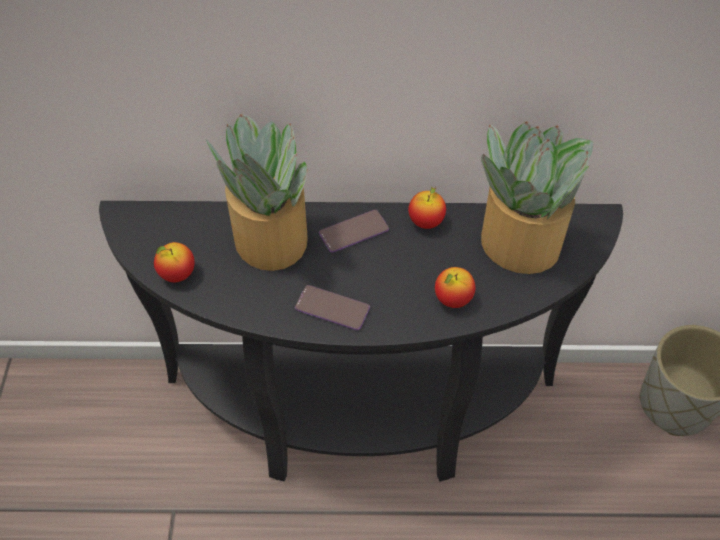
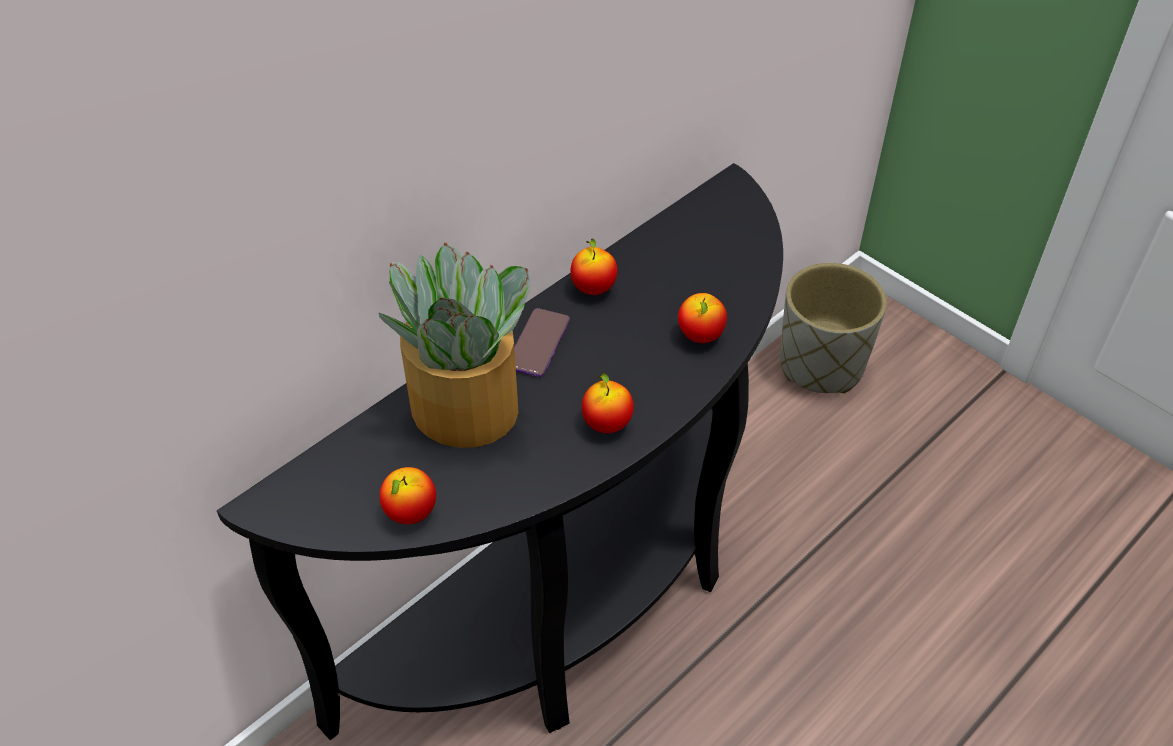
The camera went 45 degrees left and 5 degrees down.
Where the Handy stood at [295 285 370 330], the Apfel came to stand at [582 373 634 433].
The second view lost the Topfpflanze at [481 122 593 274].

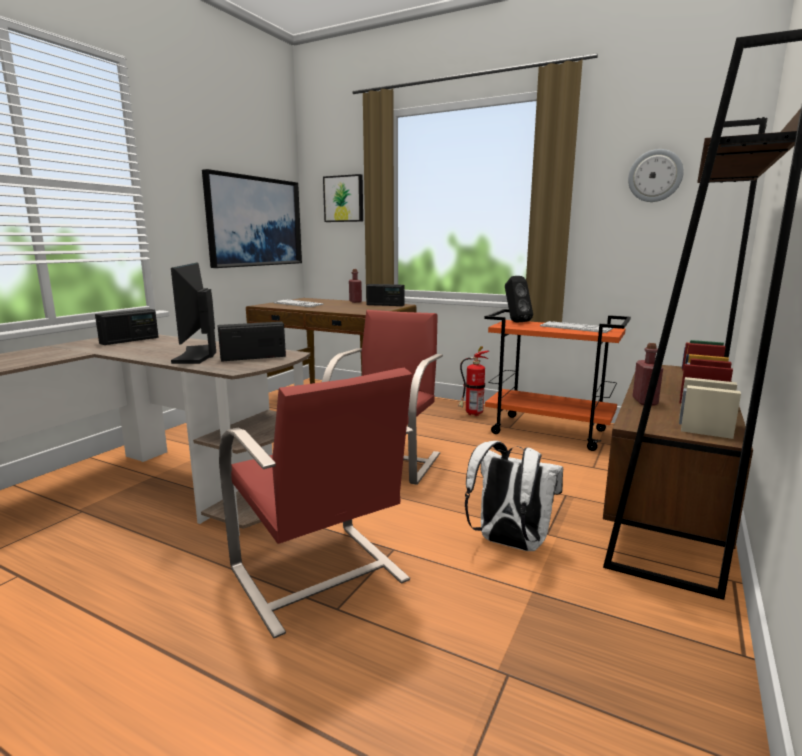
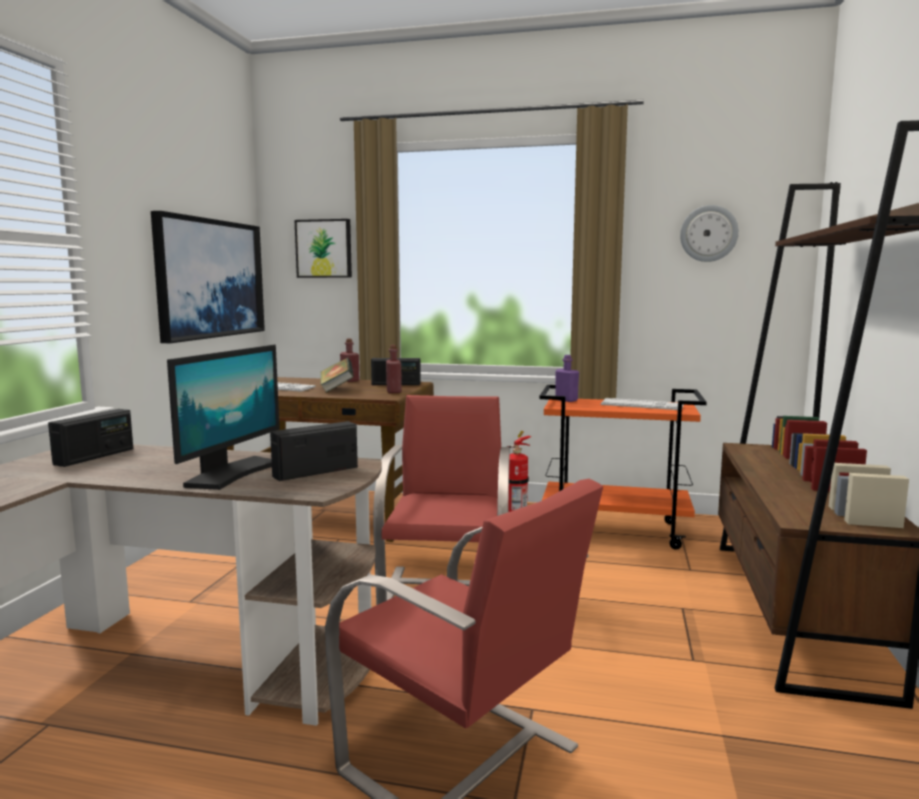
The camera went 15 degrees left and 5 degrees down.
The Monitor at [171 263 216 364] ended up facing another way, 135 degrees counterclockwise from before.
The second view gained the Buch at [321 358 354 393].
The Flasche/rot ended up elsewhere, having gone from [633 343 663 406] to [386 345 402 393].
Where the Lautsprecher/schwarz stood at [505 276 533 323], the Flasche/lila came to stand at [555 355 579 402].
The second view lost the Rucksack/weiß at [465 441 563 551].

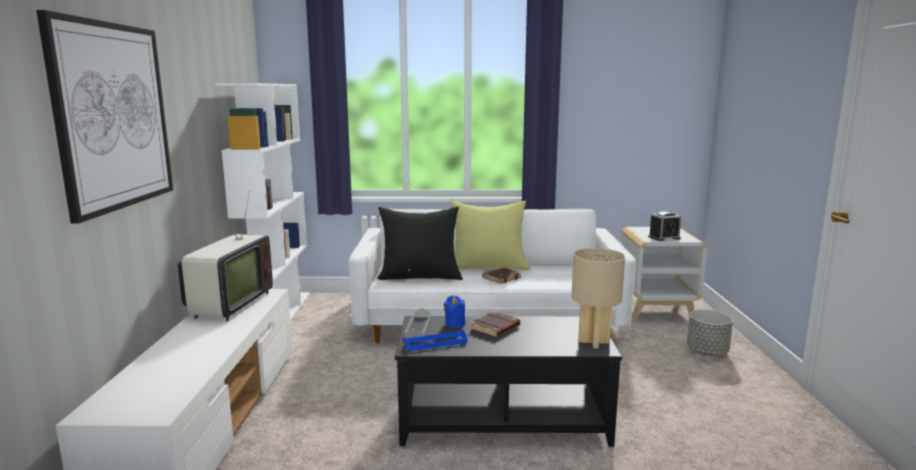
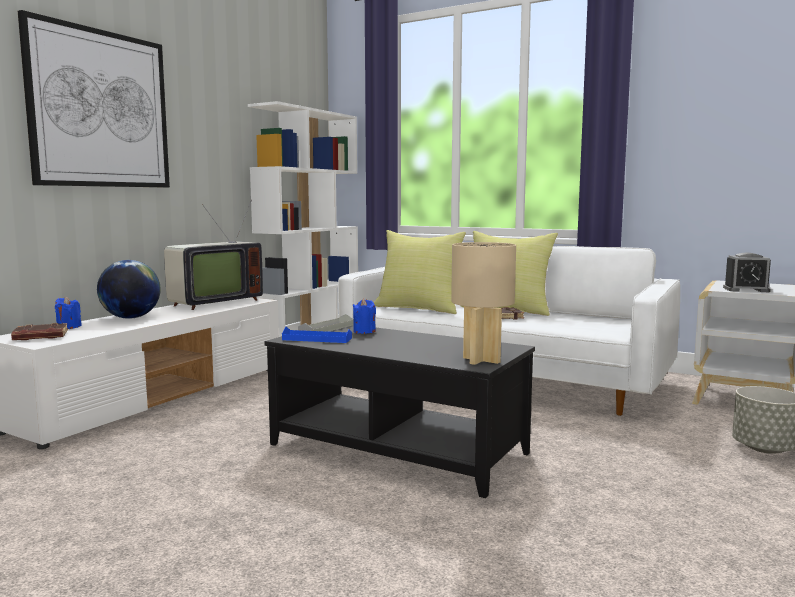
The camera went 30 degrees right and 5 degrees down.
The Buch/braun ended up elsewhere, having gone from [470 312 520 337] to [11 323 68 340].
The second view gained the Kerze/blau at [55 297 82 329].
The second view gained the Globus at [97 260 161 319].
What was the Kissen/schwarz at [377 207 463 280] turned into the Kissen/gelb at [374 230 466 314].

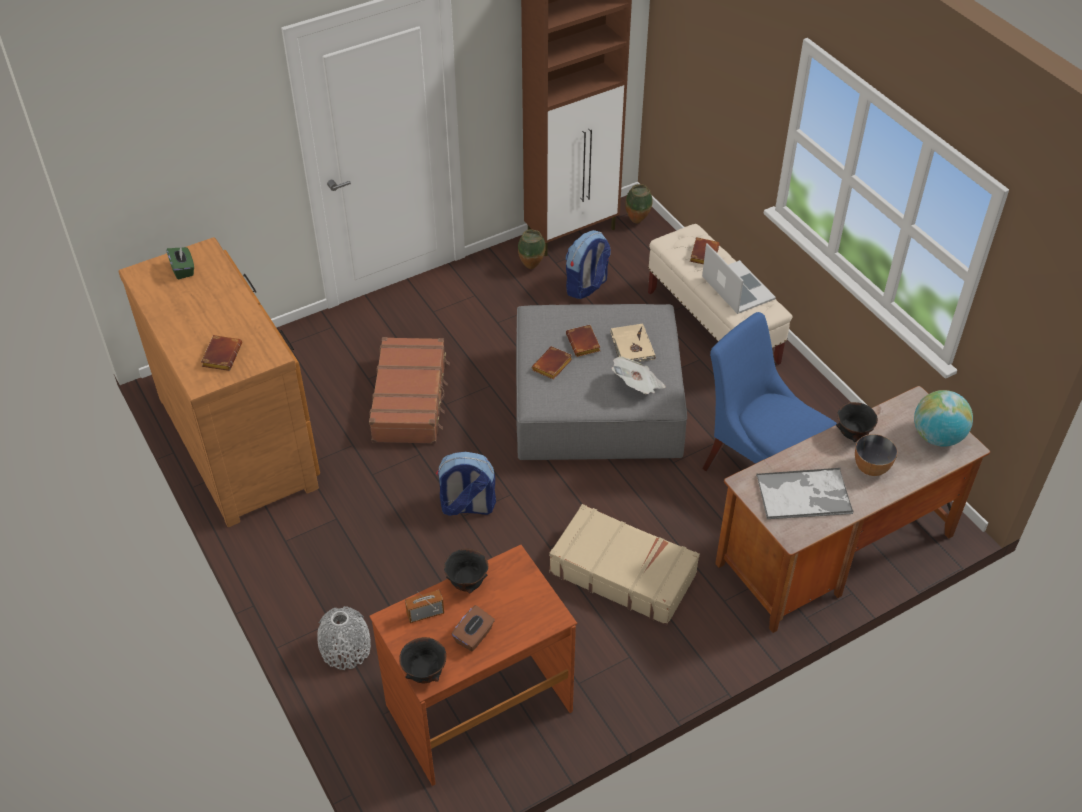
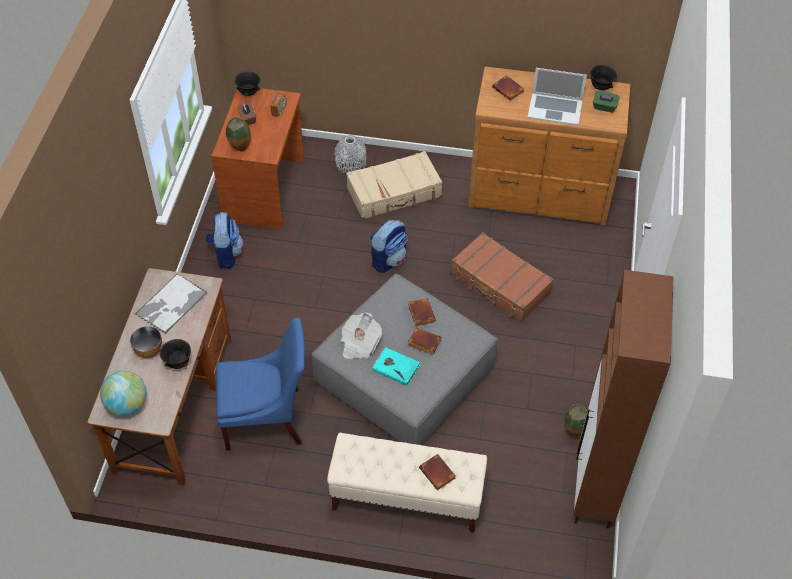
The camera went 130 degrees right and 5 degrees up.
The Rucksack ended up elsewhere, having gone from [565 230 611 299] to [206 212 244 269].
The Vase ended up elsewhere, having gone from [625 184 653 224] to [226 117 251 152].
The Koffer/beige ended up elsewhere, having gone from [549 504 700 626] to [346 151 443 219].
What was the Buch/beige at [610 323 656 362] turned into the Buch/türkis at [372 347 421 386].
The Laptop ended up elsewhere, having gone from [702 243 776 314] to [528 68 587 126].
The Schüssel/schwarz ended up elsewhere, having gone from [444 549 488 593] to [590 65 617 90].

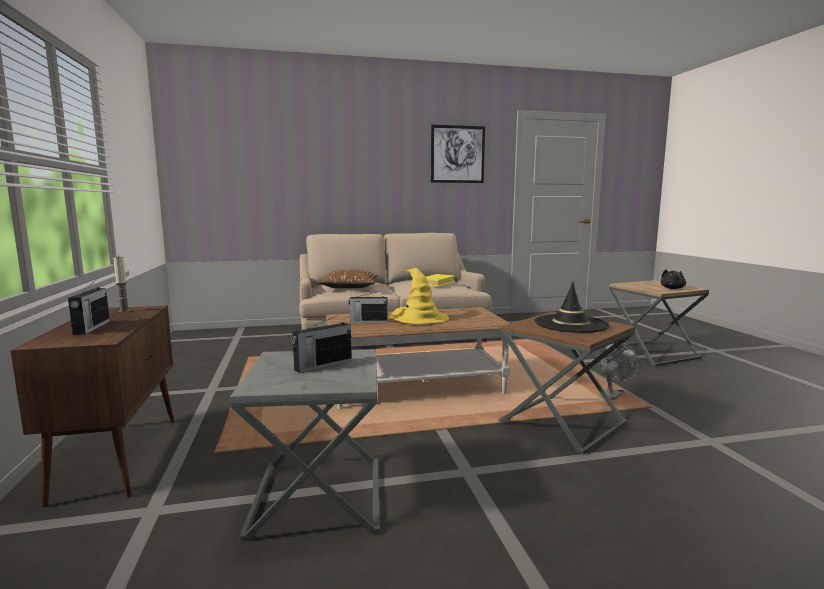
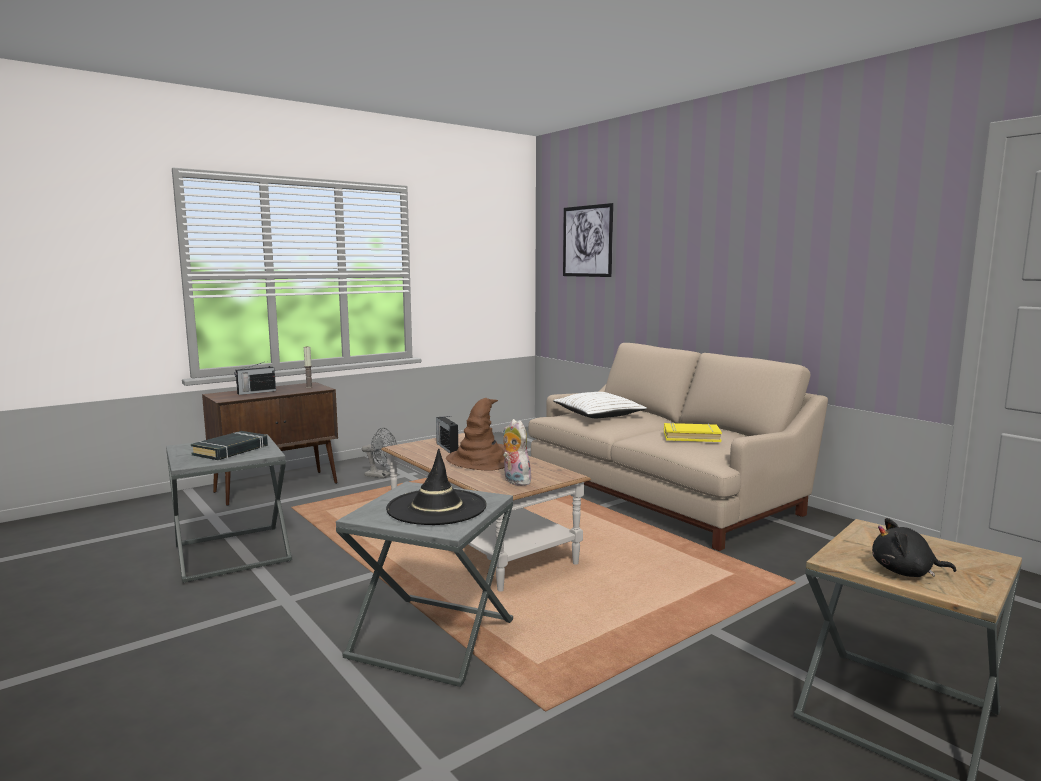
The camera went 65 degrees right and 0 degrees up.
Where the Radio stood at [291 315 352 373], the Buch/schwarz came to stand at [191 431 268 460].
What was the Beistelltisch/braun at [499 312 635 454] turned into the Beistelltisch/grau at [336 482 513 687].
The Ventilator/grau ended up elsewhere, having gone from [597 343 641 401] to [362 427 397 478].
What was the Hut/gelb at [390 268 449 324] turned into the Hut/braun at [446 398 505 470].
The second view gained the Plüschtier at [503 419 531 486].
What was the Kissen/braun at [317 270 378 288] turned into the Kissen/weiß at [553 392 647 418].
The Bild ended up elsewhere, having gone from [431 125 485 183] to [563 203 613 277].

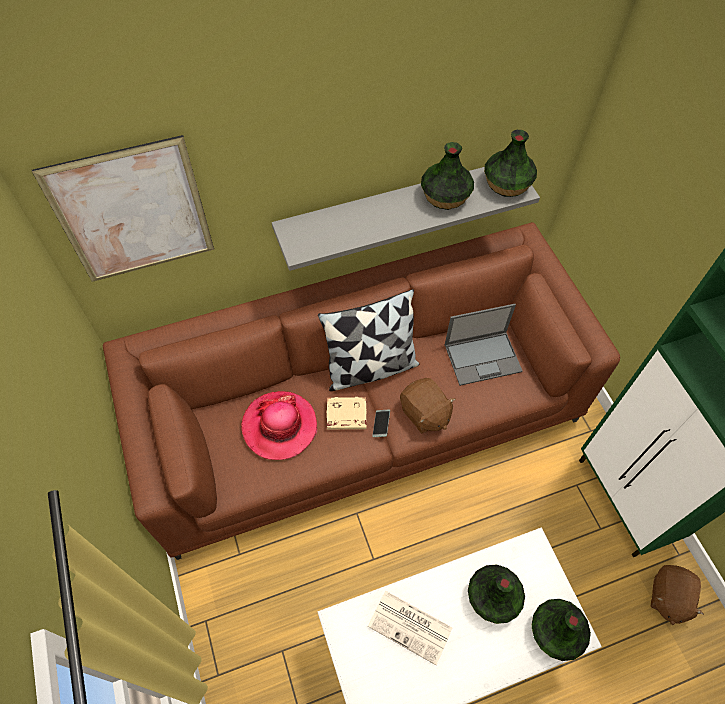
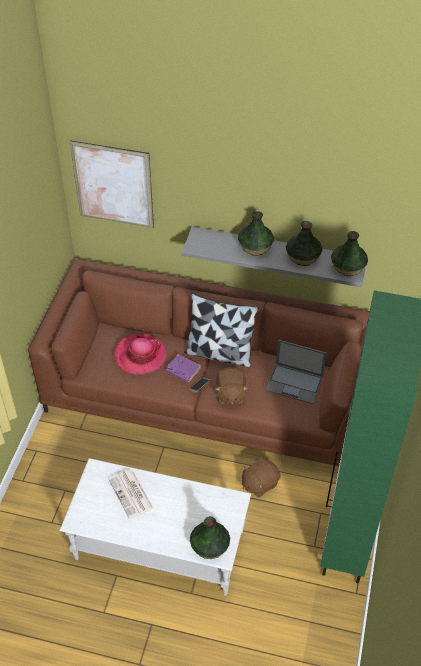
The camera went 35 degrees right and 10 degrees down.
What was the Buch/beige at [327 397 366 430] turned into the Buch/lila at [165 354 201 383].
The Vase ended up elsewhere, having gone from [468 564 525 624] to [238 211 274 256].
The Plüschtier/braun ended up elsewhere, having gone from [651 565 704 625] to [242 458 281 498].

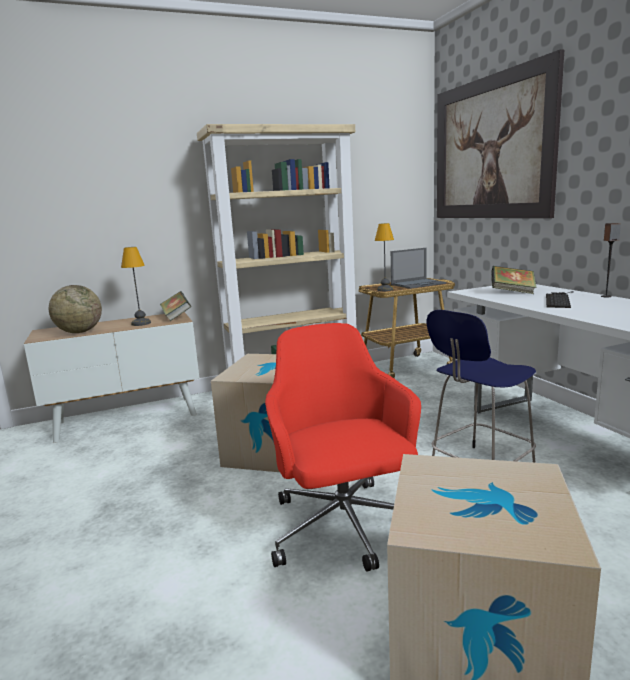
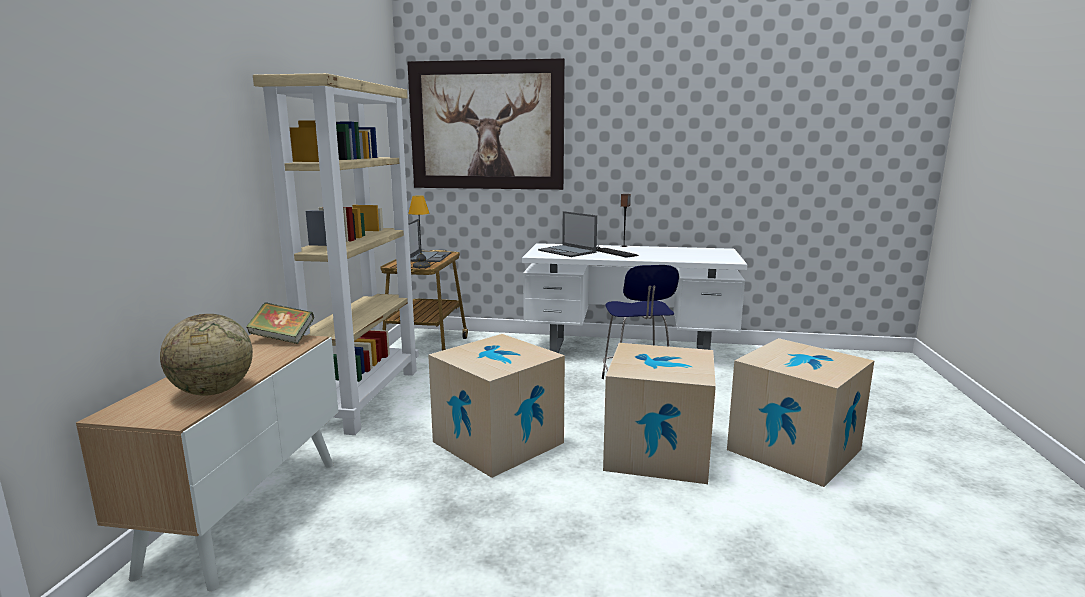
The camera went 60 degrees left and 0 degrees up.
Where the Buch stood at [491 266 536 294], the Laptop came to stand at [538 211 597 257].
Where the Bürostuhl/rot stood at [265 323 421 571], the Karton came to stand at [603 343 716 484].
The second view lost the Tischlampe at [121 247 151 326].

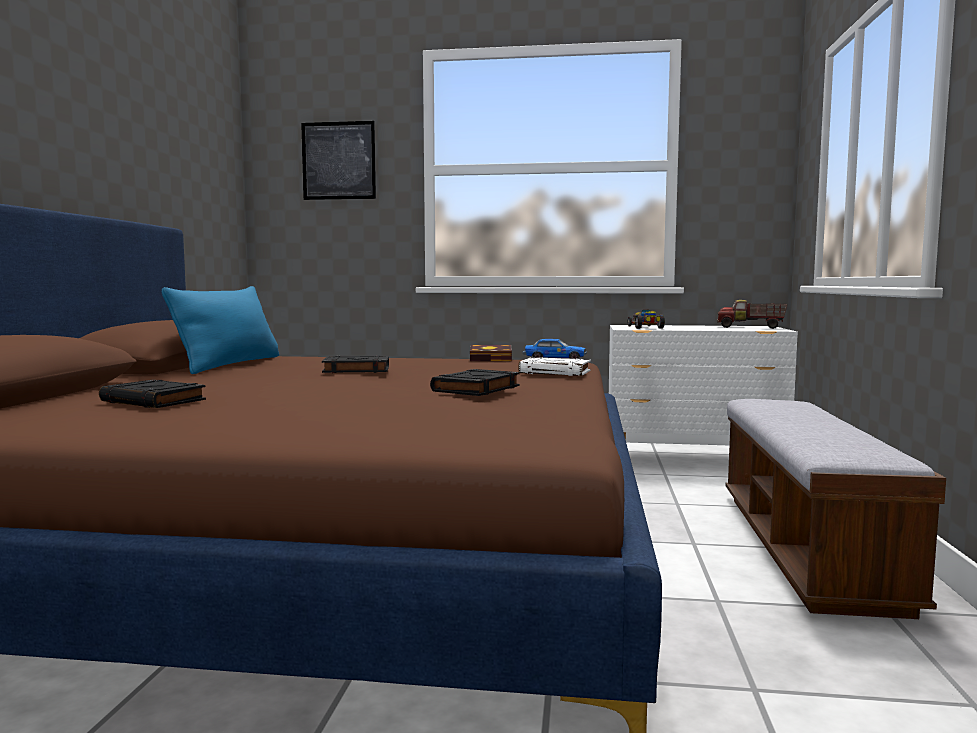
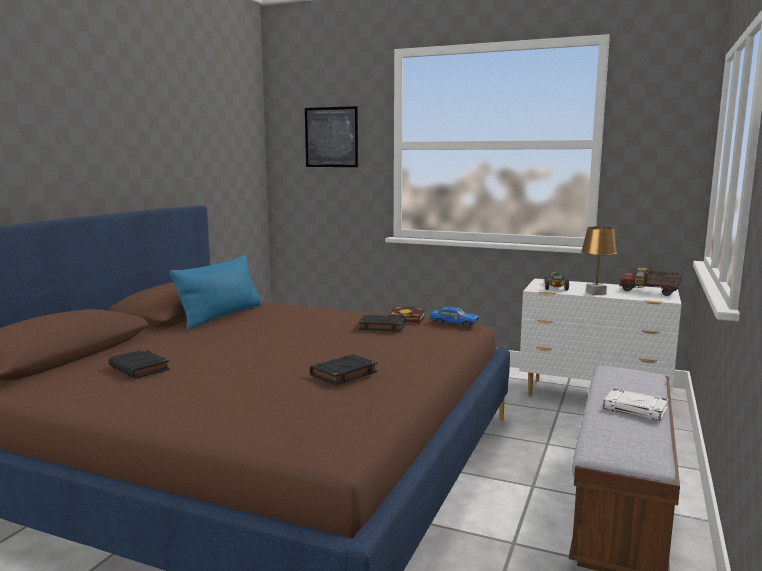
The camera went 15 degrees right and 5 degrees up.
The Buch/schwarz ended up elsewhere, having gone from [322 355 389 373] to [359 315 406 332].
The second view gained the Tischlampe/braun at [581 227 617 295].
The Buch/weiß ended up elsewhere, having gone from [518 357 591 376] to [603 388 668 421].

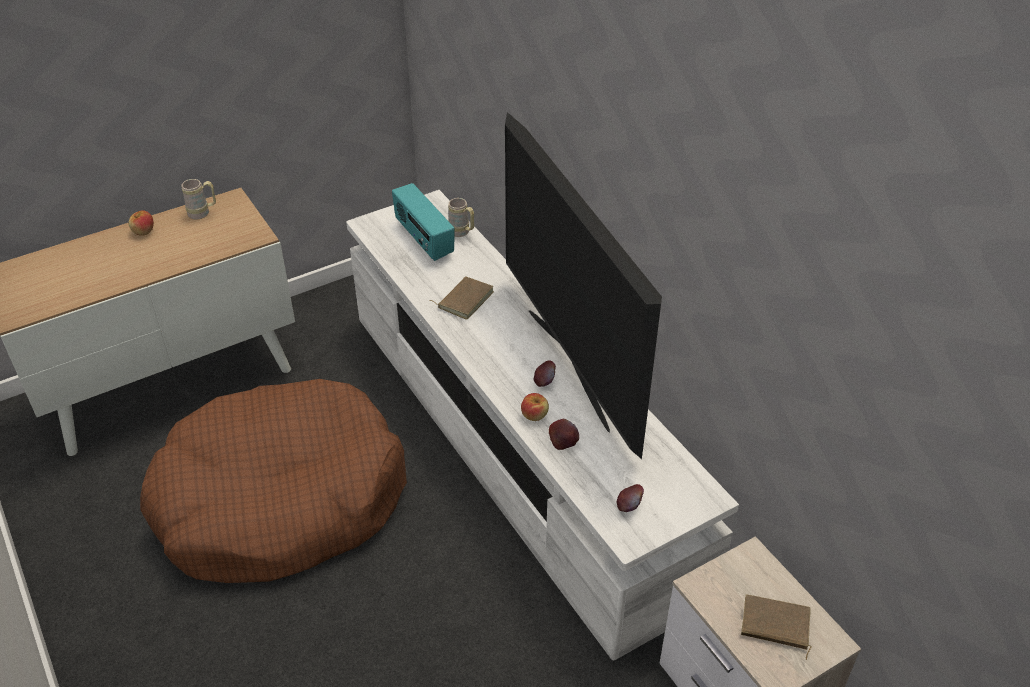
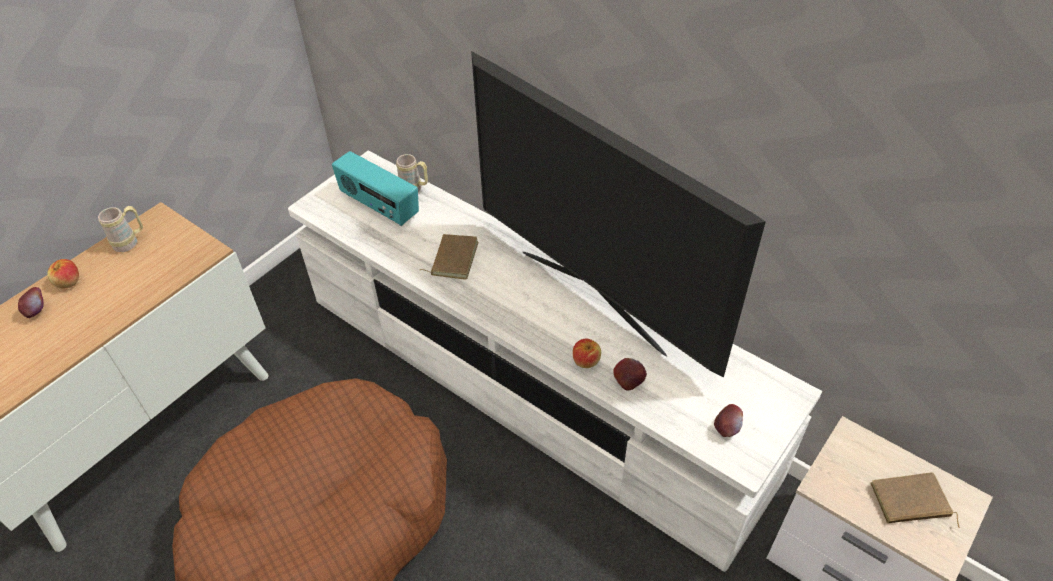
The camera went 20 degrees left and 5 degrees up.
The Apfel ended up elsewhere, having gone from [534 360 556 387] to [18 287 44 318].

